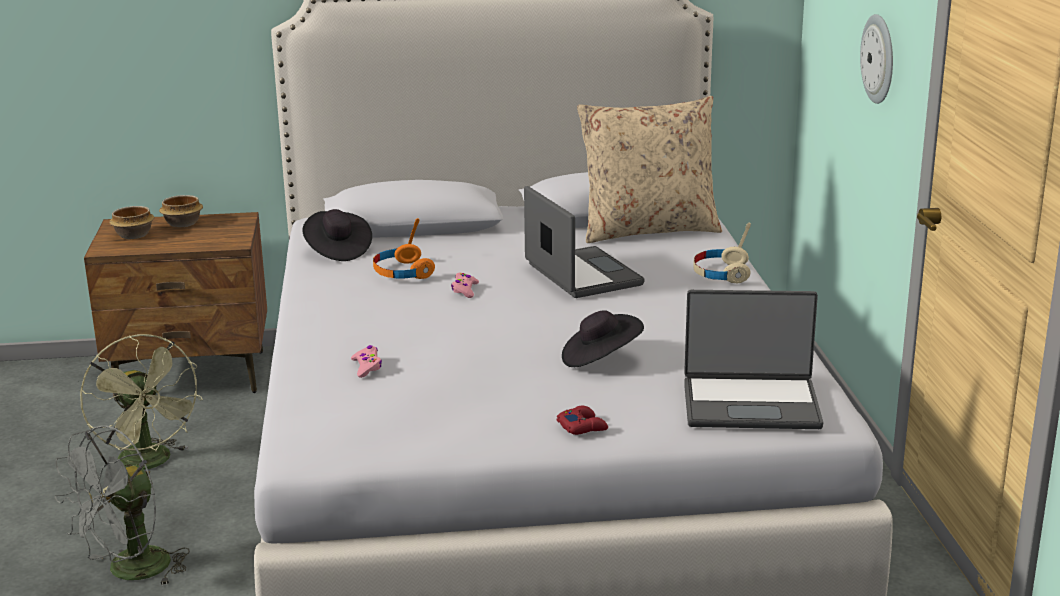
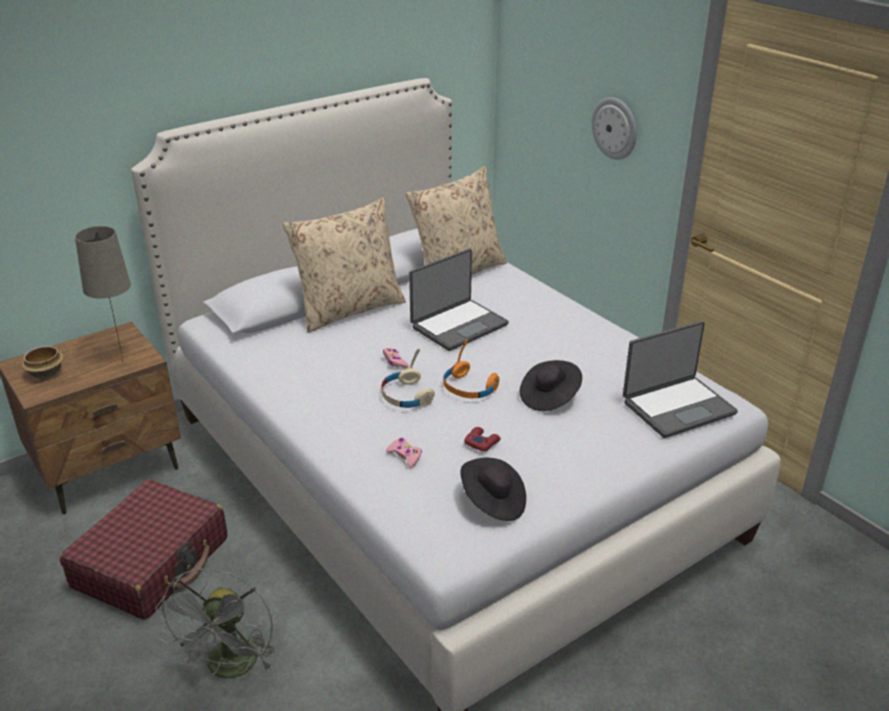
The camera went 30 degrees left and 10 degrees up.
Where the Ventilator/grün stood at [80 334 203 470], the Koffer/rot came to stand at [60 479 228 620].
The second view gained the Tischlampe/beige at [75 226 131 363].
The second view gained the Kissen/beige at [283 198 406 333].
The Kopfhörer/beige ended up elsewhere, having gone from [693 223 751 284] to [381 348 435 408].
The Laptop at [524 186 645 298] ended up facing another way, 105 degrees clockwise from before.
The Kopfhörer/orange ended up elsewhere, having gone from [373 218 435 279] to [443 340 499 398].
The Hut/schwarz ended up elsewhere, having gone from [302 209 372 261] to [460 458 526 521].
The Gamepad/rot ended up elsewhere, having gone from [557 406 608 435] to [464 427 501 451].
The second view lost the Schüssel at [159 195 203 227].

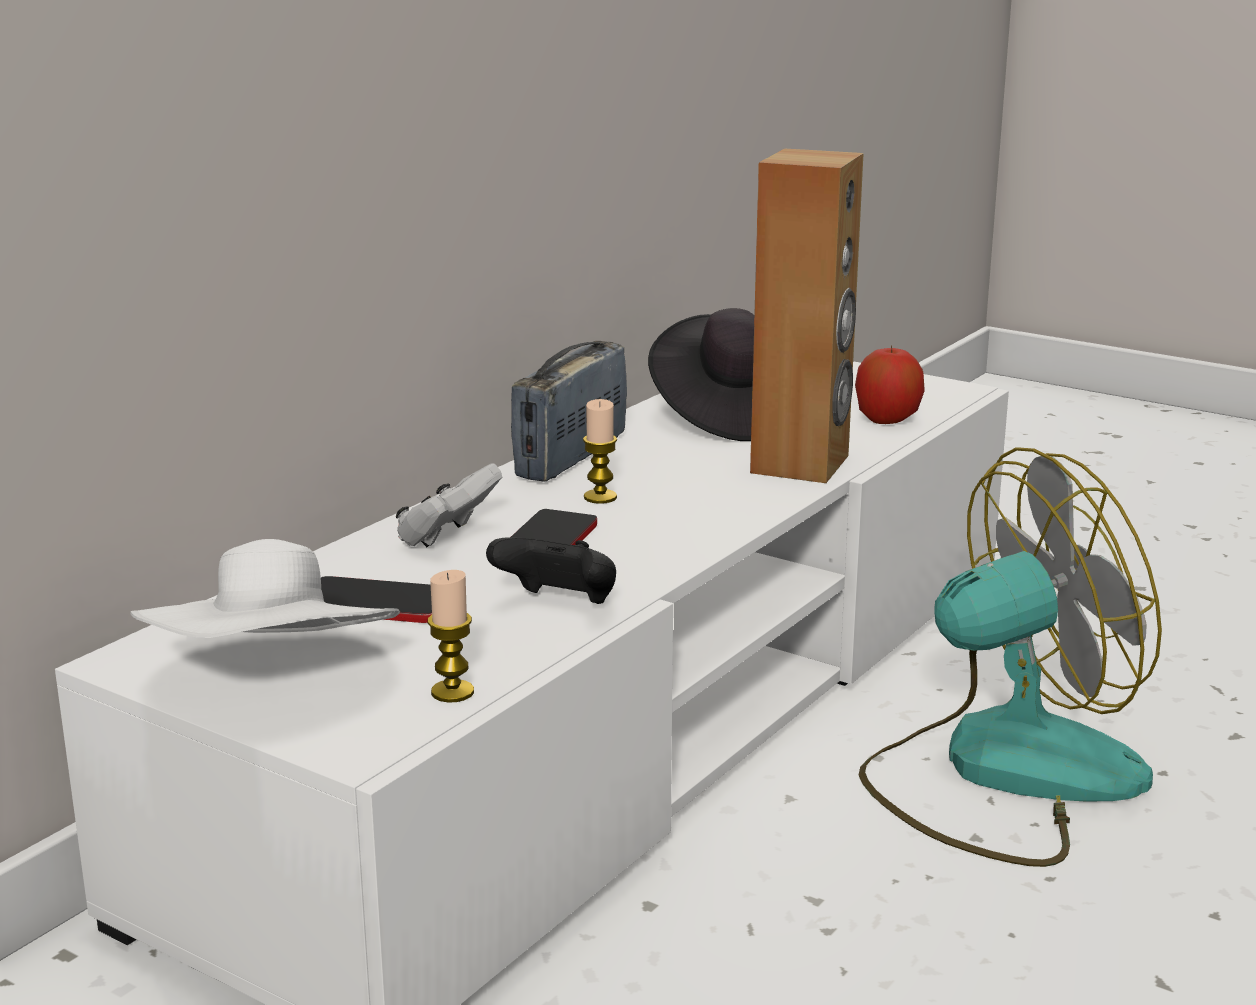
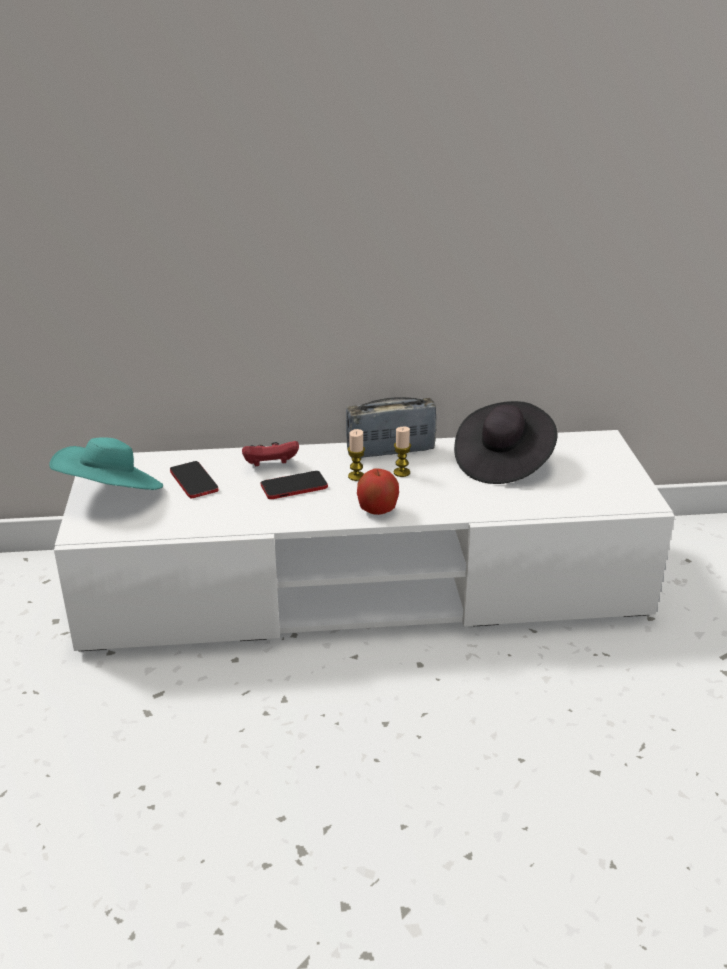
The camera went 50 degrees right and 10 degrees up.
What was the Hut/weiß at [130 539 400 638] turned into the Hut/türkis at [49 437 163 490].
What was the Gamepad/weiß at [396 463 502 547] turned into the Gamepad/rot at [242 441 299 466].
The Apfel ended up elsewhere, having gone from [855 345 925 424] to [357 468 399 515].
The Kerze ended up elsewhere, having gone from [428 570 474 703] to [394 427 411 477].
The second view lost the Gamepad/schwarz at [486 537 616 604].
The second view lost the Lautsprecher/braun at [750 148 864 483].
The second view lost the Ventilator at [859 447 1162 867].

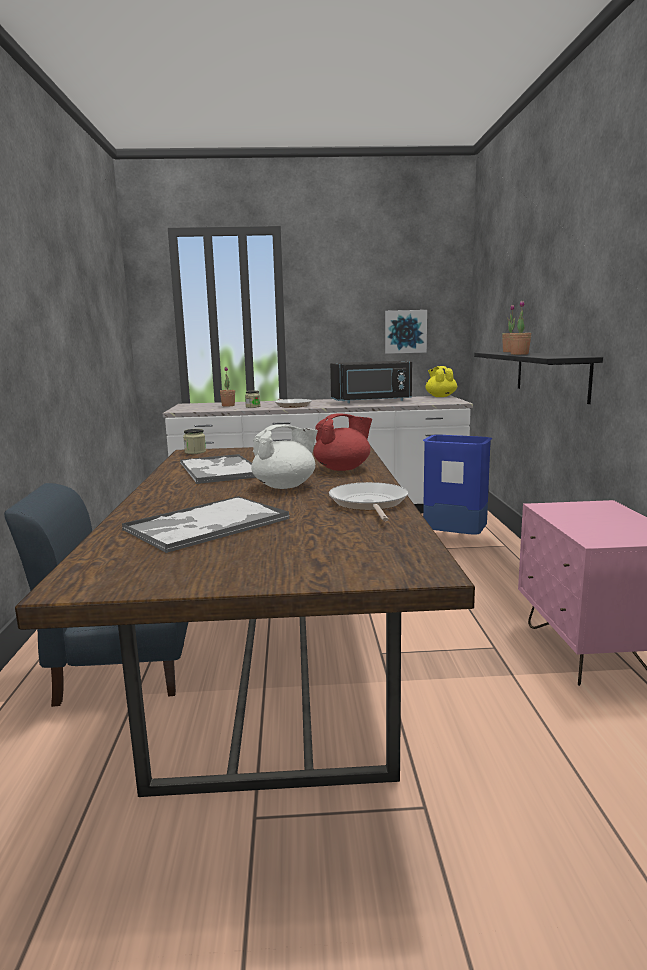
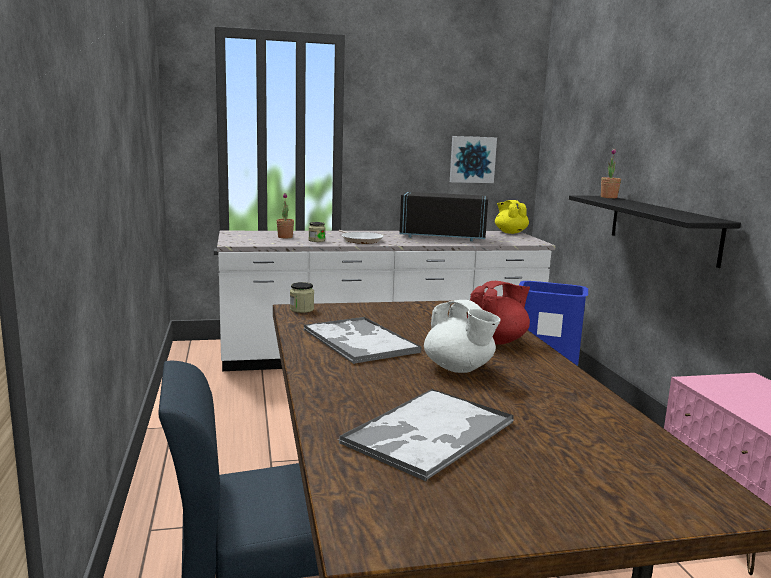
The camera went 10 degrees left and 0 degrees up.
The Mikrowelle/schwarz at [330 361 412 403] ended up facing another way, 150 degrees counterclockwise from before.
The Teekanne/weiß at [251 424 318 489] ended up facing another way, 90 degrees clockwise from before.
The second view lost the Pfanne at [329 482 408 521].
The second view lost the Topfpflanze at [510 301 531 355].

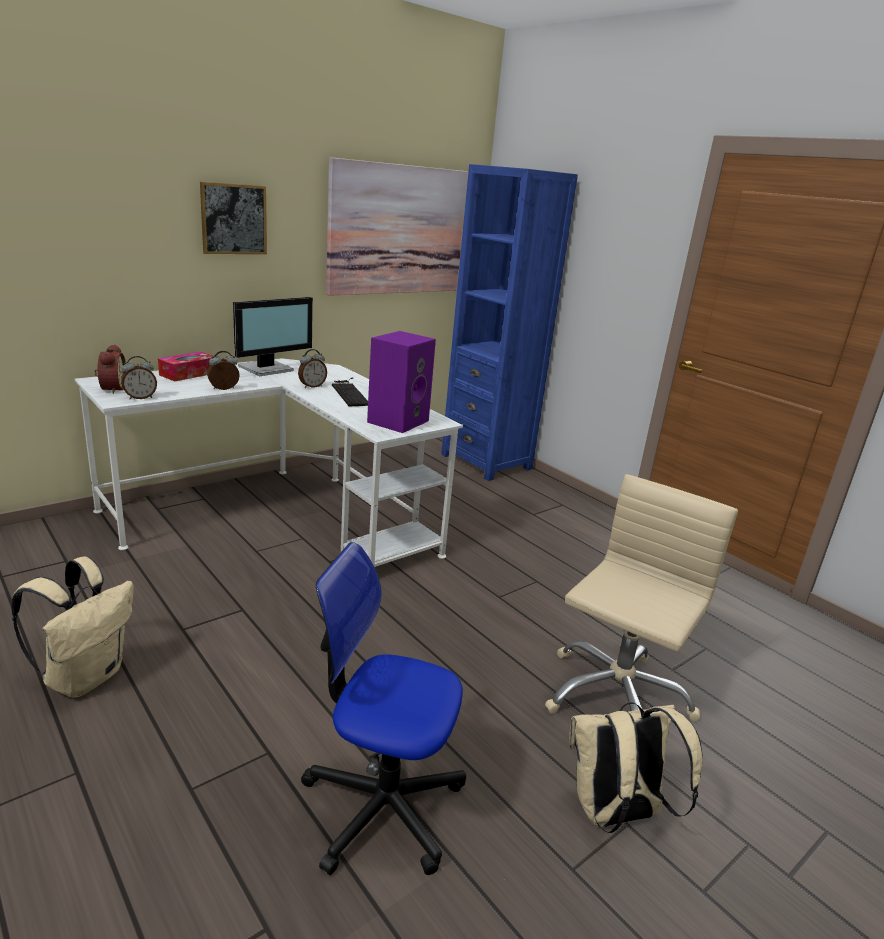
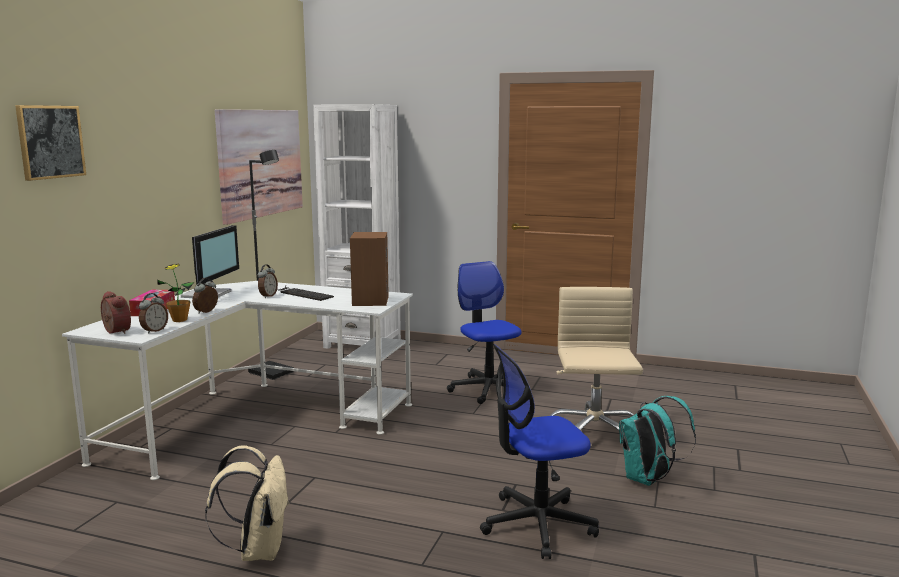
The camera went 30 degrees left and 10 degrees down.
The Bild ended up elsewhere, having gone from [200 182 267 254] to [15 105 86 181].
The second view gained the Topfpflanze at [158 264 194 322].
The second view gained the Stehlampe/schwarz at [248 150 294 380].
What was the Bücherregal/blau at [441 164 578 481] turned into the Bücherregal/weiß at [313 104 401 349].
What was the Lautsprecher/lila at [367 331 436 433] turned into the Lautsprecher/braun at [350 232 389 306].
The second view gained the Bürostuhl at [447 261 522 404].
What was the Rucksack/beige at [569 702 702 833] turned into the Rucksack/türkis at [619 396 696 486].

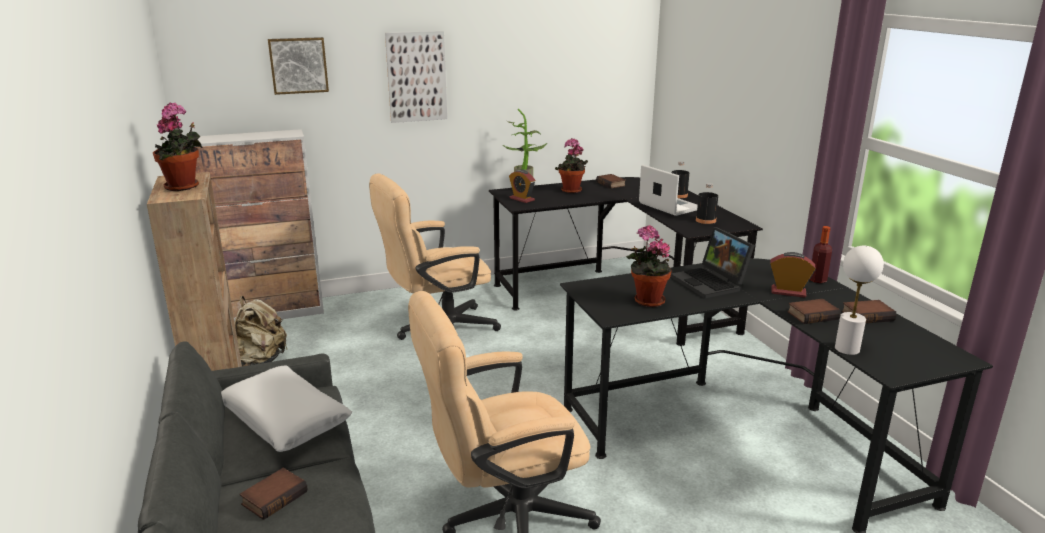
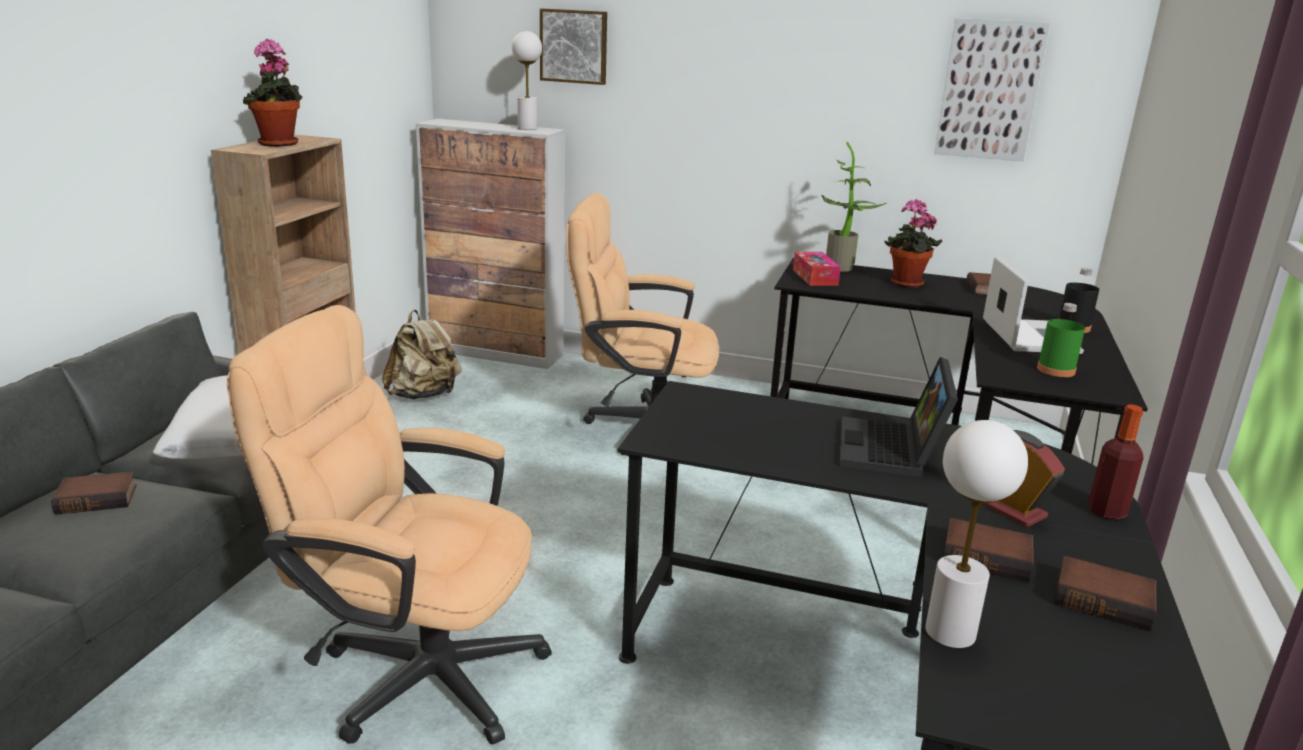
The camera went 35 degrees right and 0 degrees up.
The second view gained the Tischlampe/weiß at [512 31 542 130].
Where the Wecker stood at [509 169 535 203], the Taschentuchbox came to stand at [793 252 841 286].
The Bild ended up elsewhere, having gone from [385 31 447 123] to [934 18 1050 162].
What was the Flasche/schwarz at [696 183 718 224] turned into the Flasche/grün at [1037 303 1085 377].
The second view lost the Topfpflanze at [626 225 672 307].

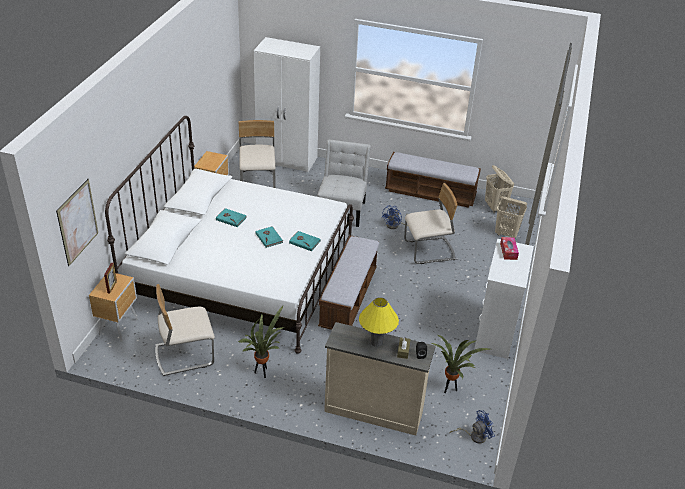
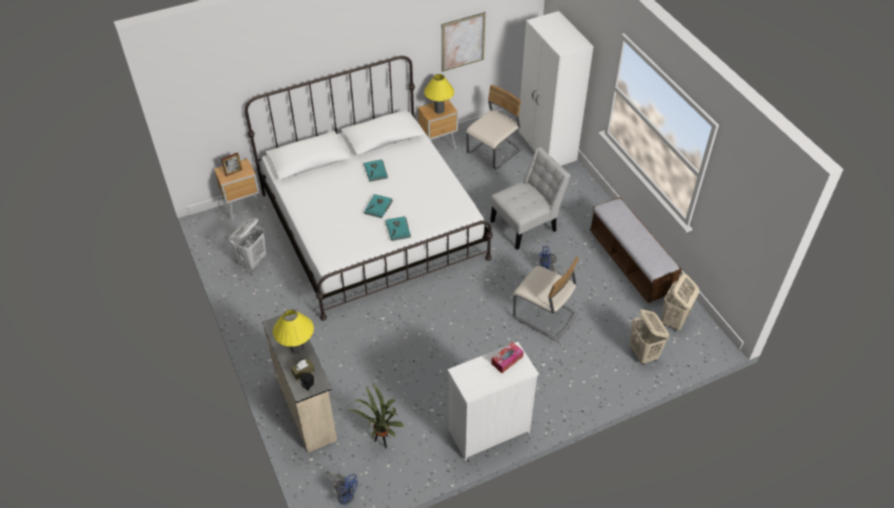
The camera went 50 degrees right and 10 degrees up.
Where the Stuhl/beige stood at [155 284 215 376], the Wäschekorb/weiß came to stand at [229 218 266 269].
The second view gained the Tischlampe/gelb at [424 74 454 114].
The Bild ended up elsewhere, having gone from [56 179 98 266] to [442 12 486 72].
The second view lost the Topfpflanze at [238 306 284 378].
The second view lost the Bank at [318 235 379 330].

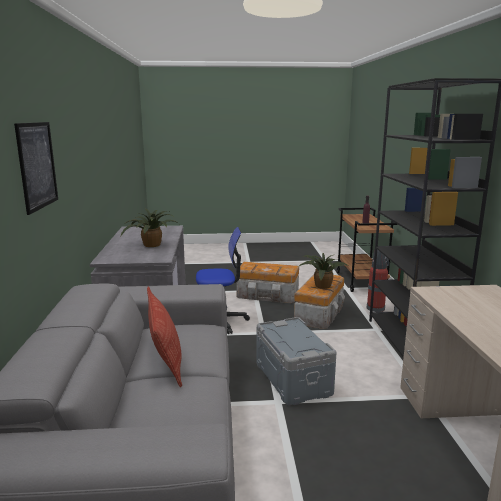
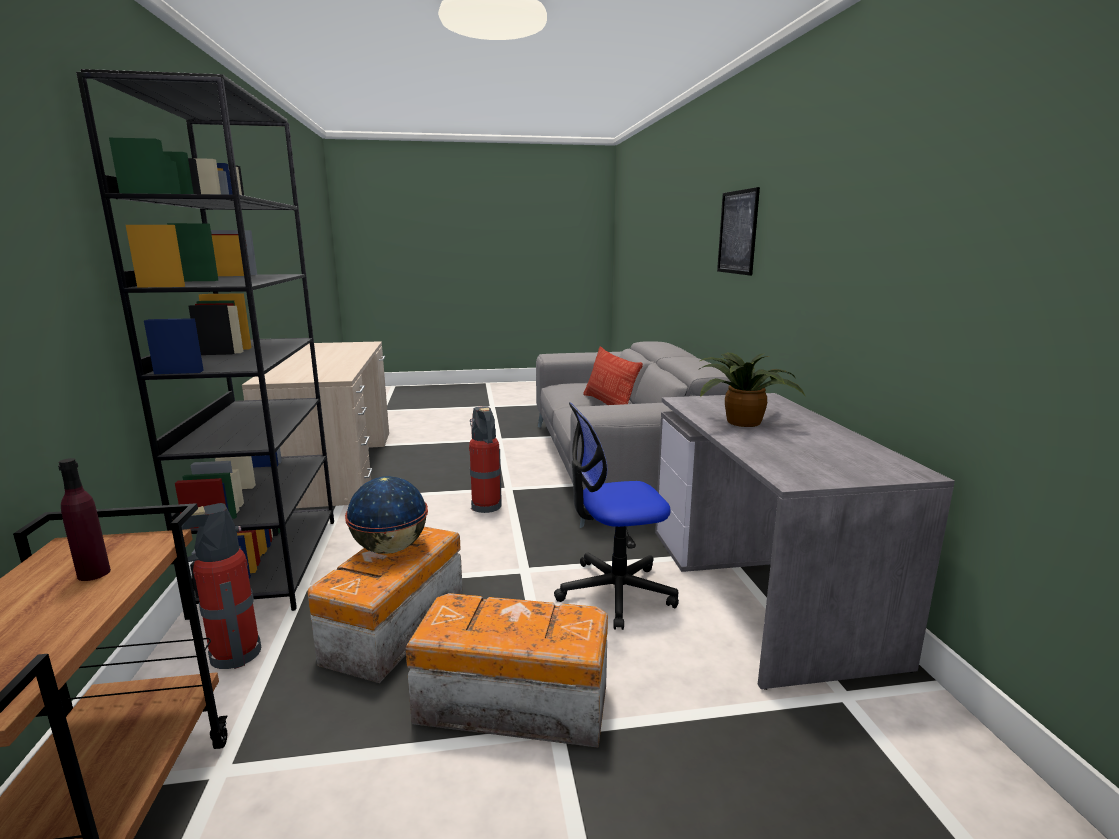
The camera went 175 degrees right and 0 degrees up.
Where the Topfpflanze stood at [298 253 348 289], the Globus came to stand at [345 476 428 554].
Where the Aufbewahrungsbox/grau stood at [256 317 336 405], the Feuerlöscher came to stand at [469 406 502 513].

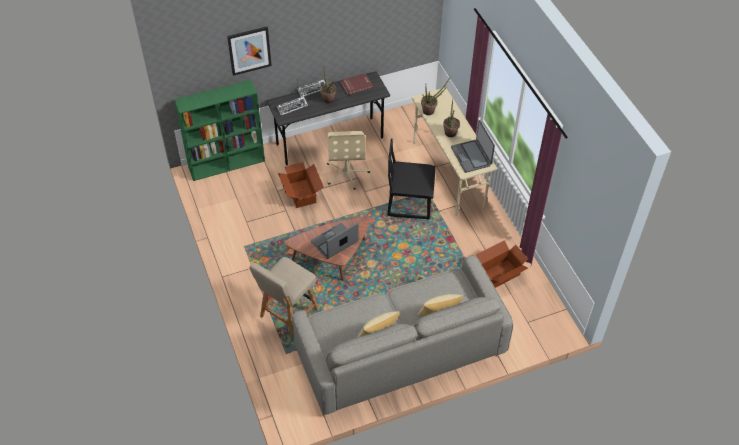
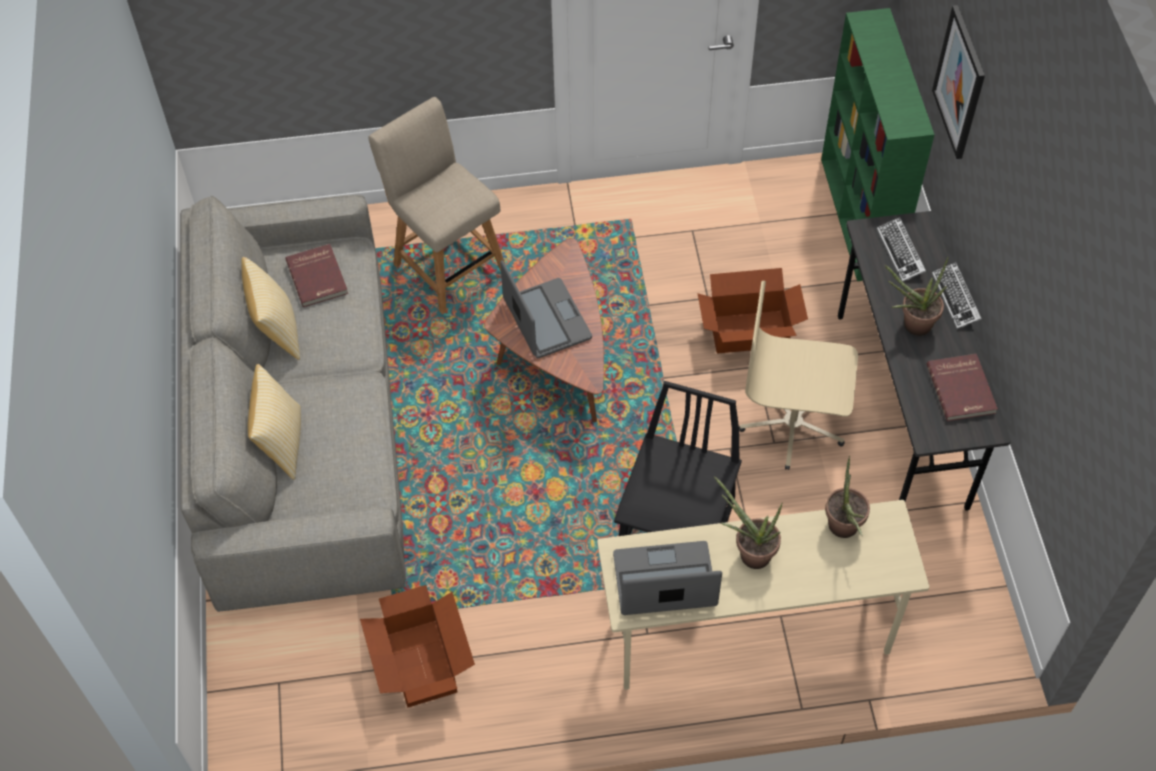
The camera went 105 degrees right and 5 degrees up.
The second view gained the Buch/rot at [285 244 348 307].

